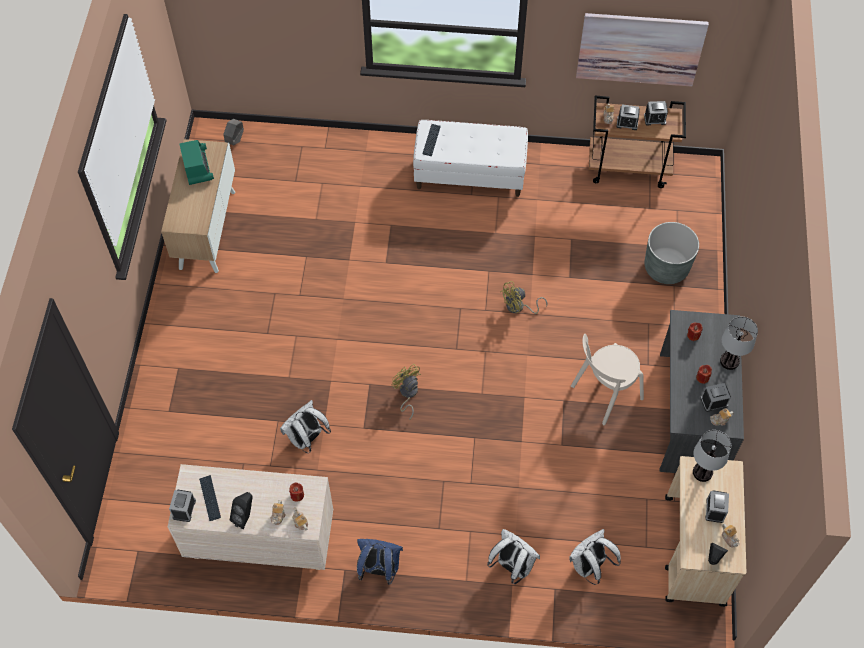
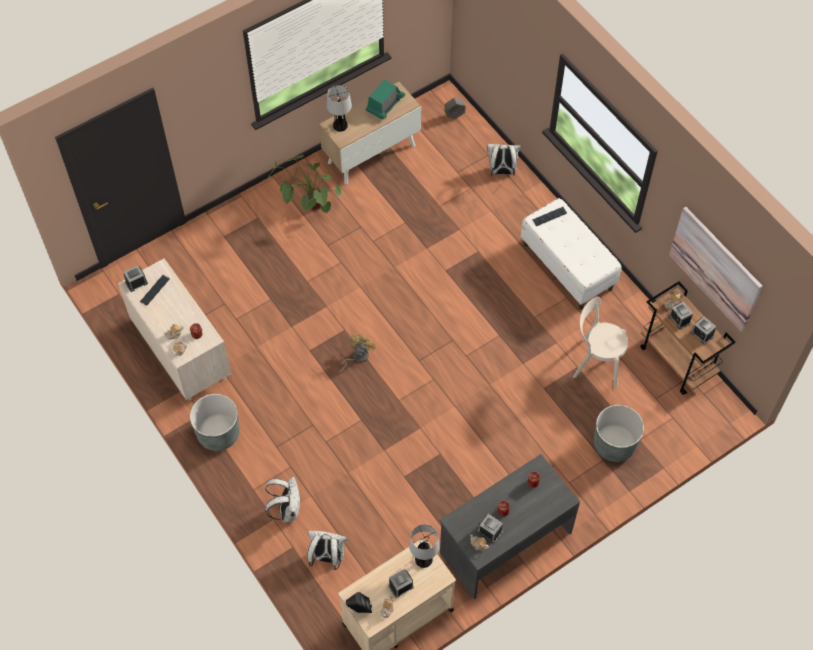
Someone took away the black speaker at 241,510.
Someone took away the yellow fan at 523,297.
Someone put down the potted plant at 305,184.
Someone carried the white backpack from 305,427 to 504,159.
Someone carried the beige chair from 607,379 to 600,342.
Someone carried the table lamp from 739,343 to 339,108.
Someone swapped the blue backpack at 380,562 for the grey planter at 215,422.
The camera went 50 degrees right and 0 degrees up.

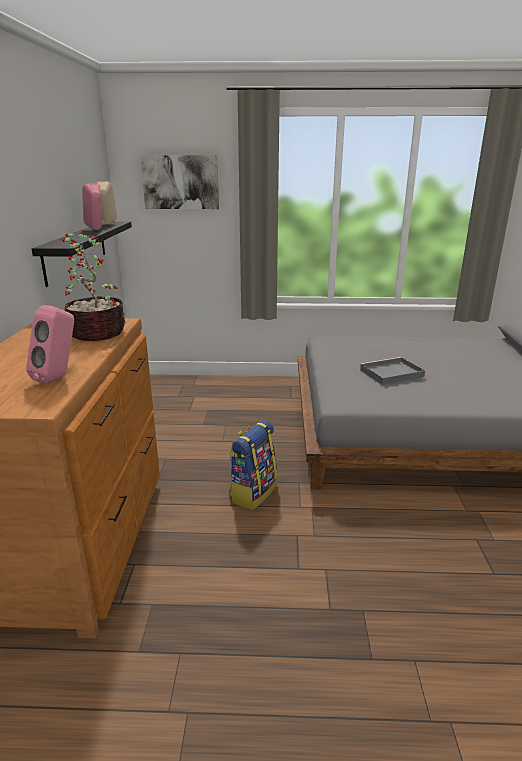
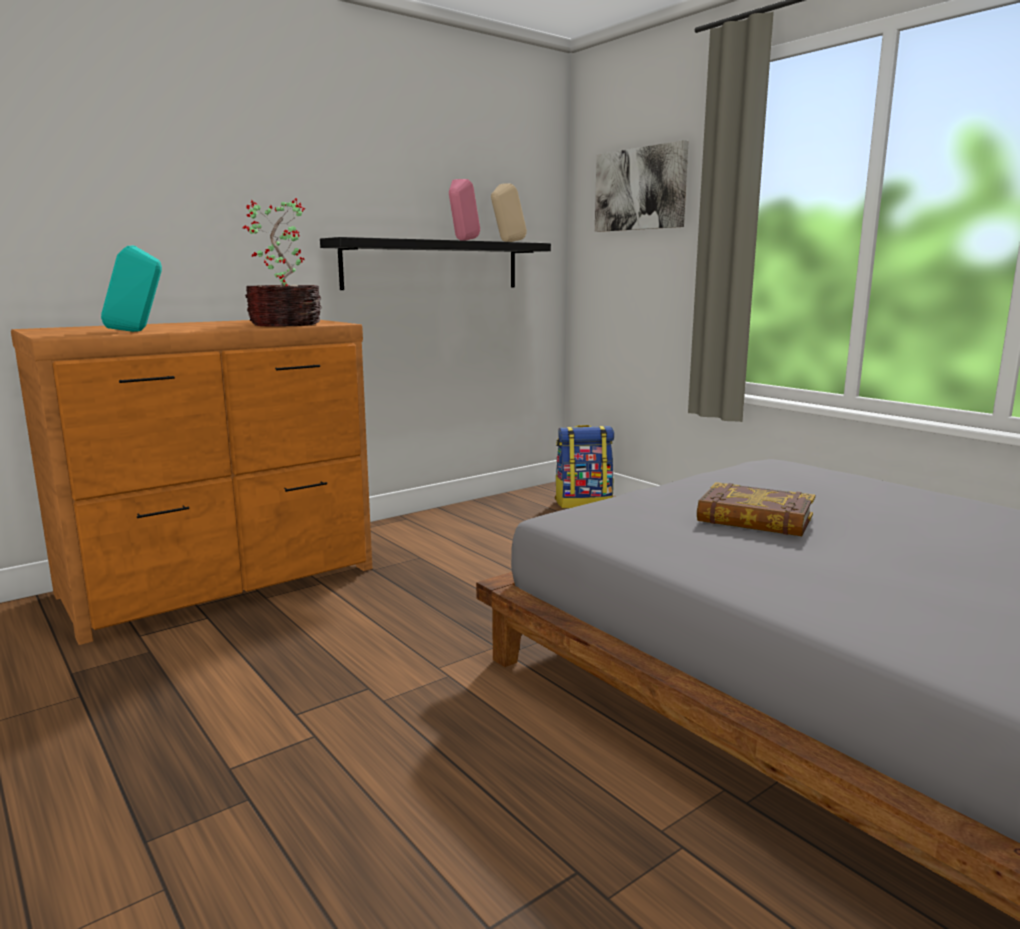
Someone carried the backpack from 253,465 to 584,466.
Someone swapped the grey tray at 392,371 for the book at 756,509.
Someone repainted the pink speaker at 50,344, which became the turquoise speaker at 131,289.
The camera went 50 degrees right and 10 degrees down.

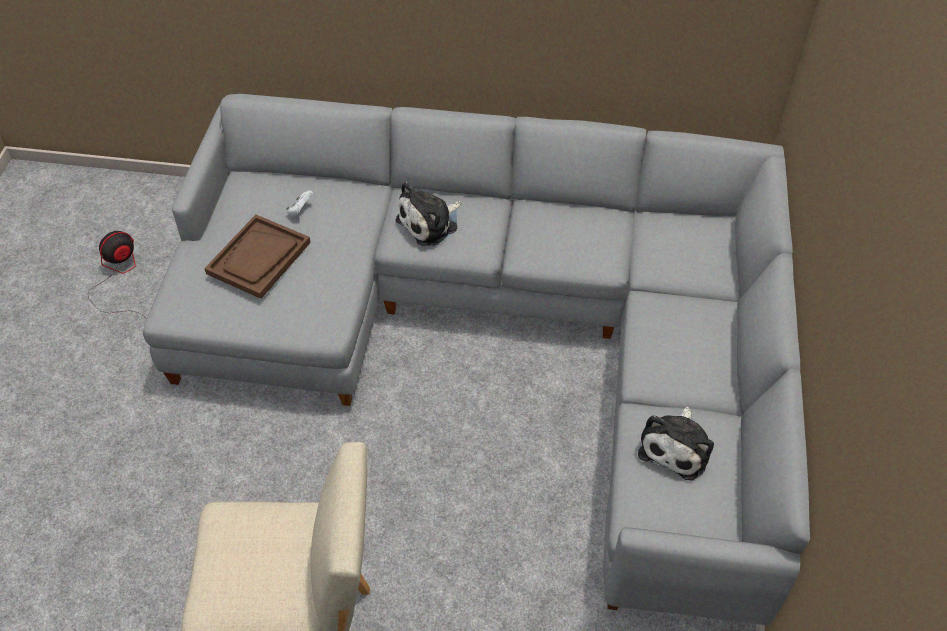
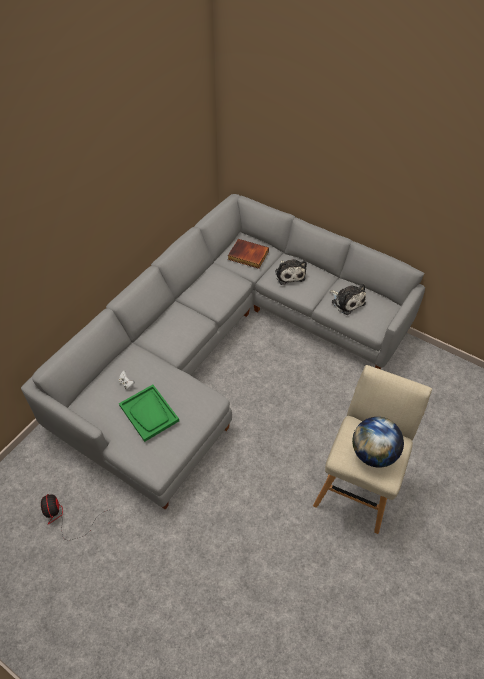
Someone put down the book at 248,254.
Someone put down the globe at 378,442.
Someone carried the plush toy from 428,214 to 291,272.
Someone repainted the brown tray at 257,256, which became the green tray at 149,413.
The camera went 65 degrees left and 0 degrees up.

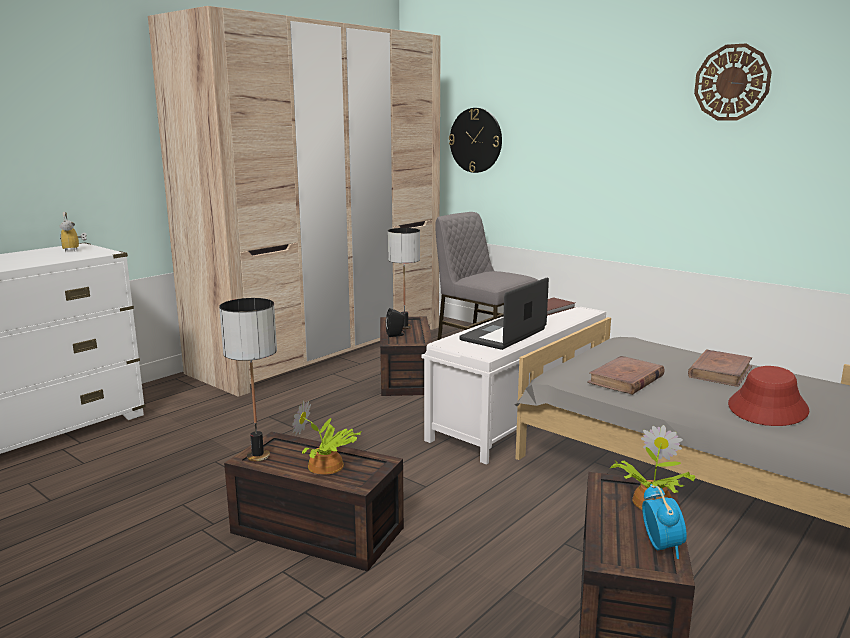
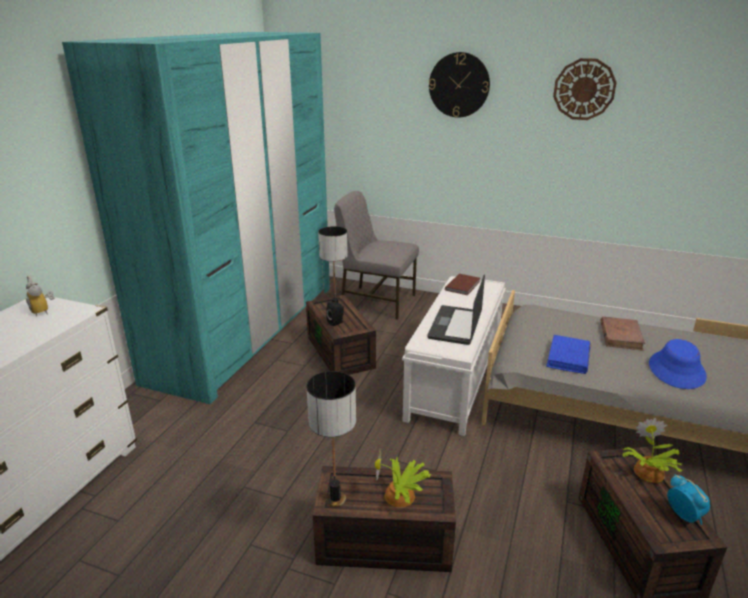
Someone carried the wall clock from 475,140 to 459,84.
Someone repainted the beige wardrobe at 294,201, which became the turquoise wardrobe at 196,218.
Someone repainted the brown book at 626,375, which became the blue book at 568,354.
Someone repainted the red hat at 768,396, which became the blue hat at 678,364.
The camera went 20 degrees left and 10 degrees up.

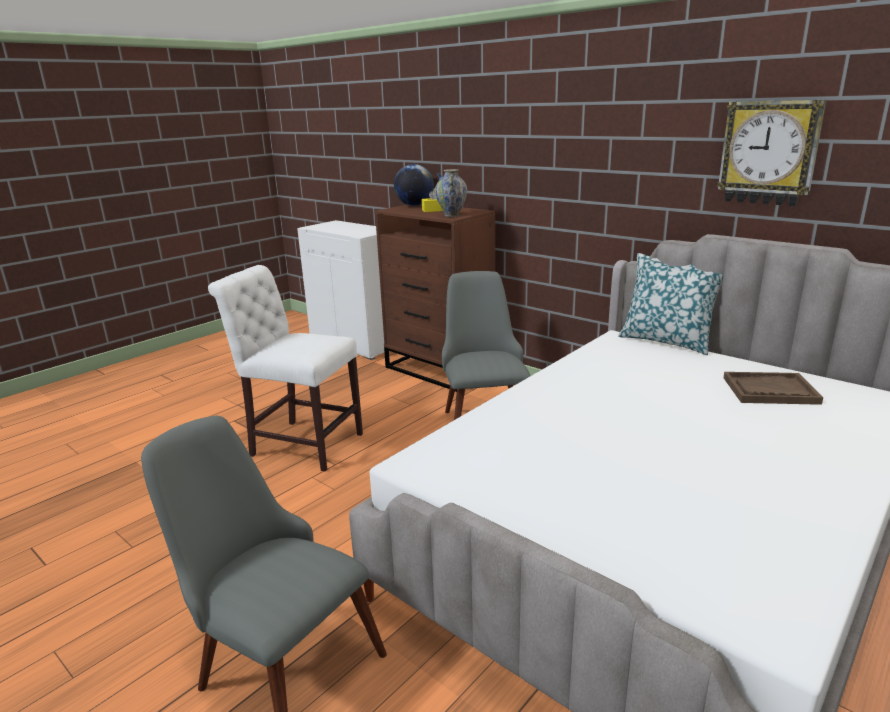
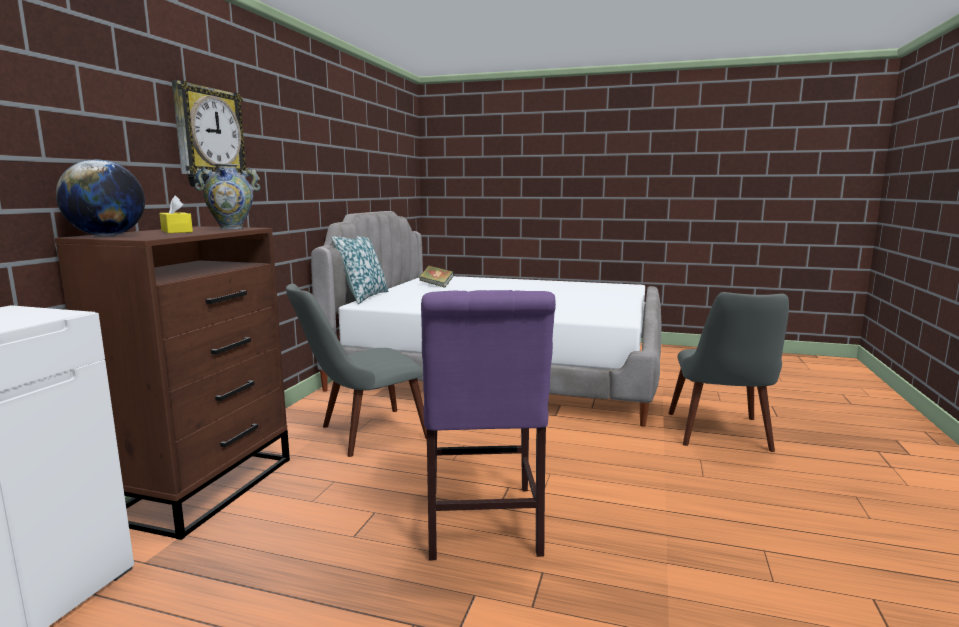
Someone carried the wall clock from 772,153 to 209,133.
Someone swapped the brown tray at 773,388 for the book at 436,276.
Someone repainted the white chair at 285,368, which became the purple chair at 488,425.
The camera went 115 degrees left and 10 degrees down.

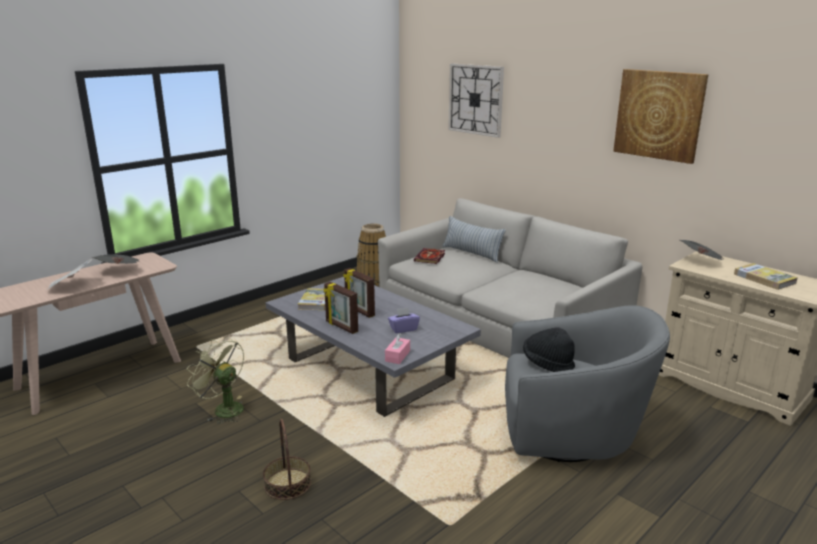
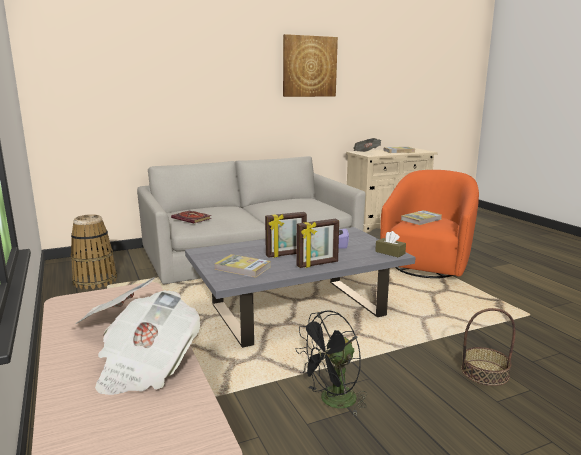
Someone took away the pillow at 474,239.
Someone took away the wall clock at 476,101.
Someone swapped the black hat at 549,349 for the book at 421,217.
Someone repainted the green fan at 215,380, which became the black fan at 331,363.
Someone repainted the pink tissue box at 397,348, which became the brown tissue box at 390,244.
Someone repainted the grey armchair at 587,383, which became the orange armchair at 429,224.
The camera went 70 degrees left and 5 degrees down.

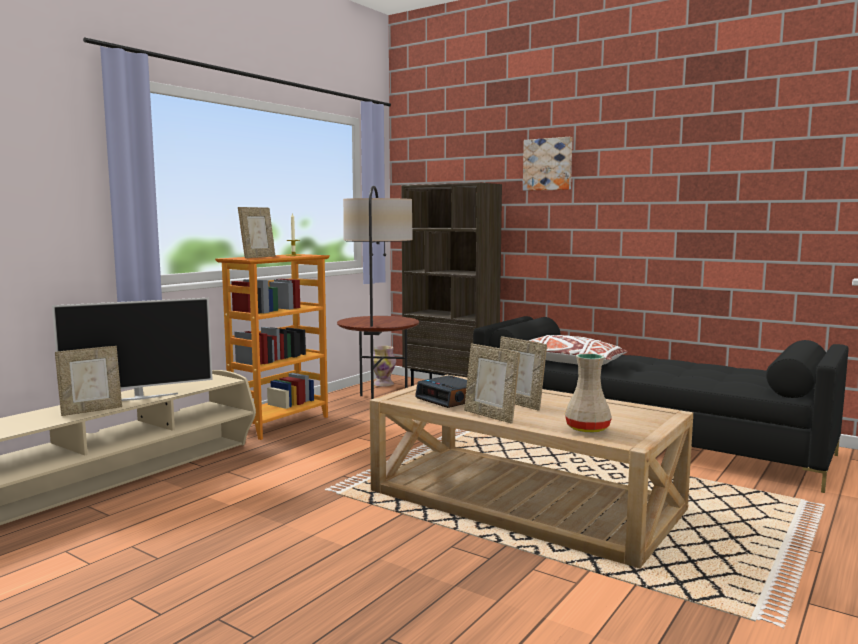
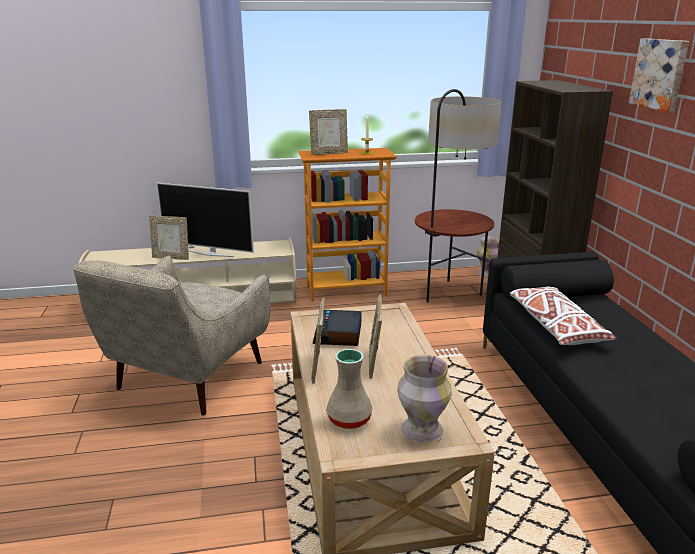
Someone put down the beige armchair at 172,335.
Someone put down the vase at 424,399.
The camera went 45 degrees right and 15 degrees up.

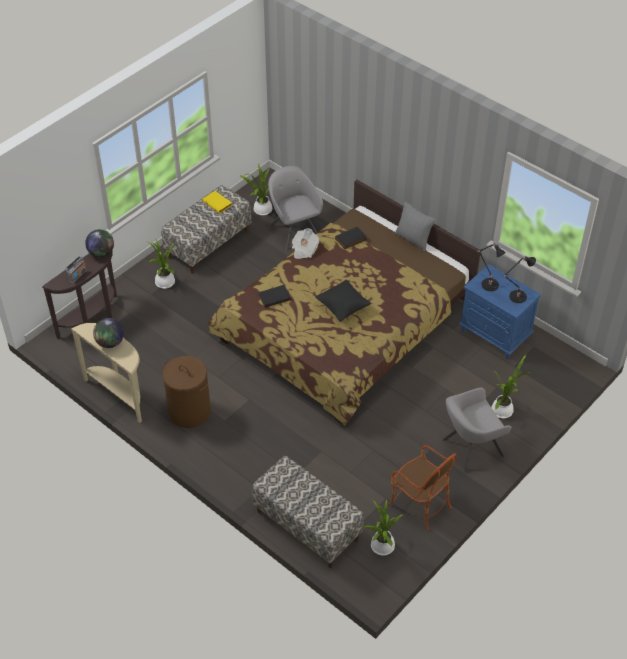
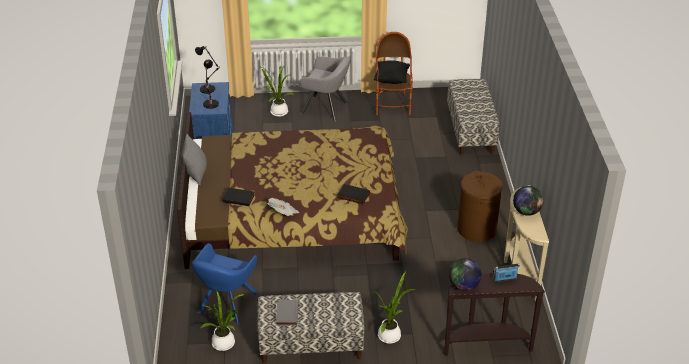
Someone took away the potted plant at 383,527.
Someone carried the black pillow from 343,301 to 392,72.
Someone repainted the yellow book at 217,202, which became the grey book at 287,313.
Someone repainted the grey armchair at 295,208, which became the blue armchair at 224,284.
The camera went 135 degrees left and 10 degrees down.

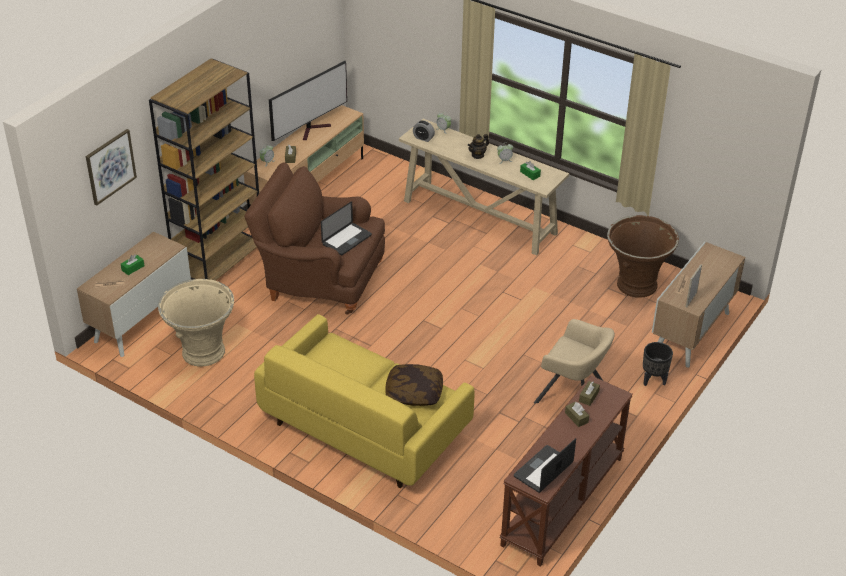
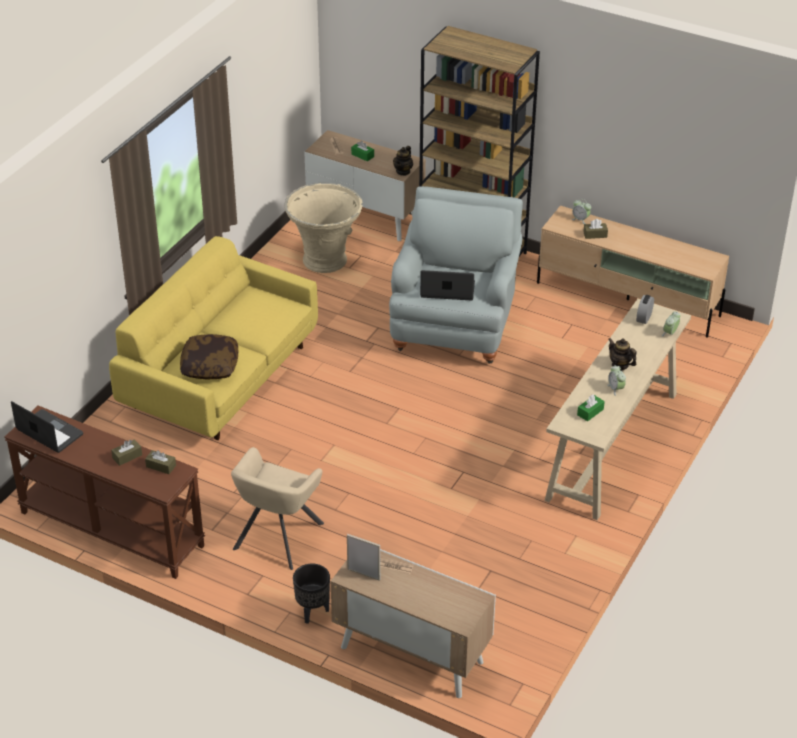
Someone took away the picture at 111,167.
Someone took away the television at 308,100.
Someone took away the brown planter at 643,256.
Someone put down the teapot at 403,161.
Someone repainted the brown armchair at 314,238, which became the grey armchair at 456,275.
Someone rotated the laptop at 346,228 by 150 degrees clockwise.
The camera went 85 degrees right and 0 degrees up.

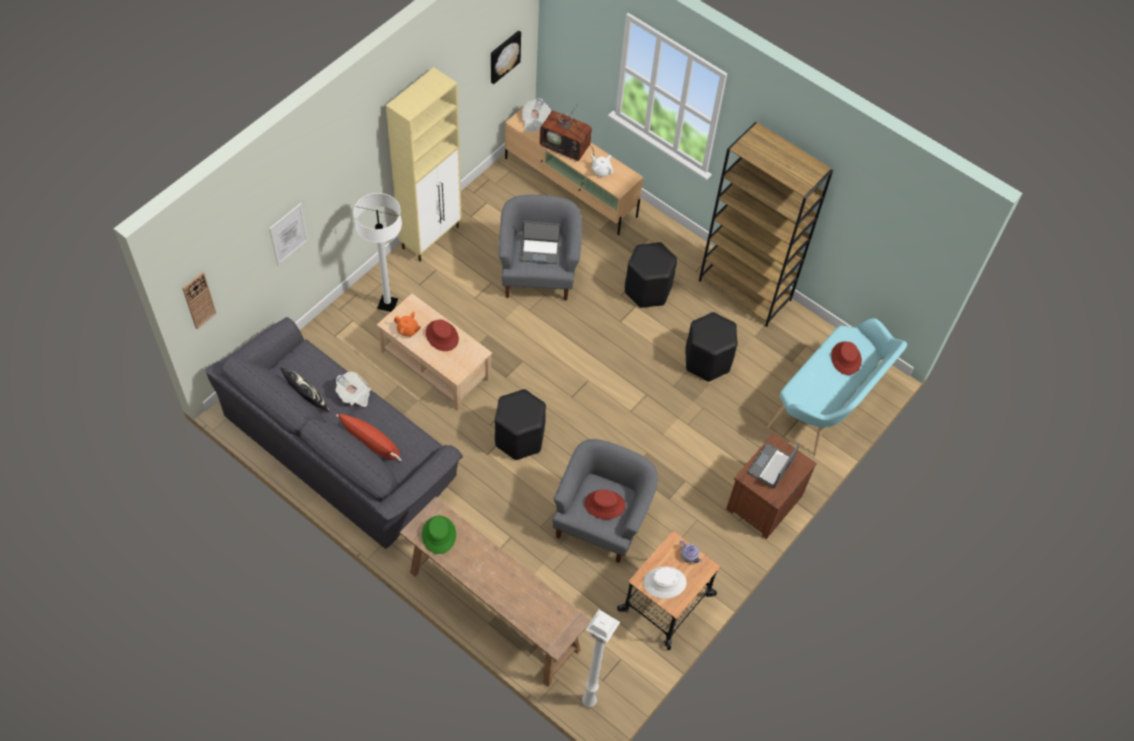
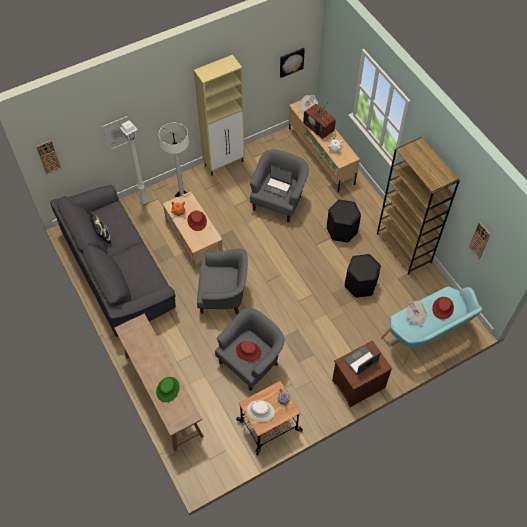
Someone took away the red pillow at 369,437.
Someone put up the wall clock at 480,240.
Someone carried the newspaper from 353,389 to 417,313.
Someone carried the green hat from 439,535 to 168,389.
Someone carried the white floor lamp from 601,658 to 134,162.
Someone swapped the black stool at 520,424 for the grey armchair at 222,281.
The camera went 25 degrees right and 0 degrees up.

